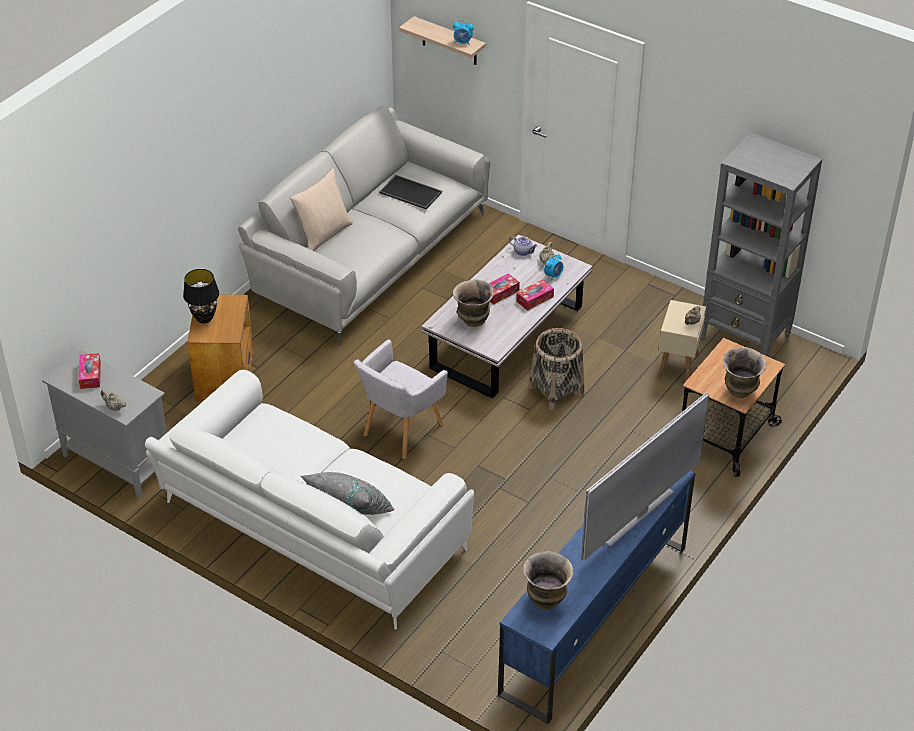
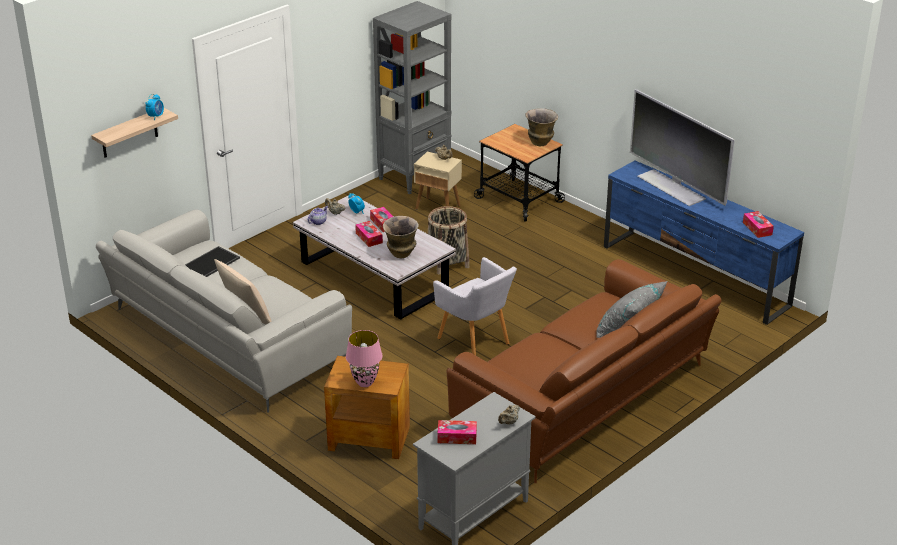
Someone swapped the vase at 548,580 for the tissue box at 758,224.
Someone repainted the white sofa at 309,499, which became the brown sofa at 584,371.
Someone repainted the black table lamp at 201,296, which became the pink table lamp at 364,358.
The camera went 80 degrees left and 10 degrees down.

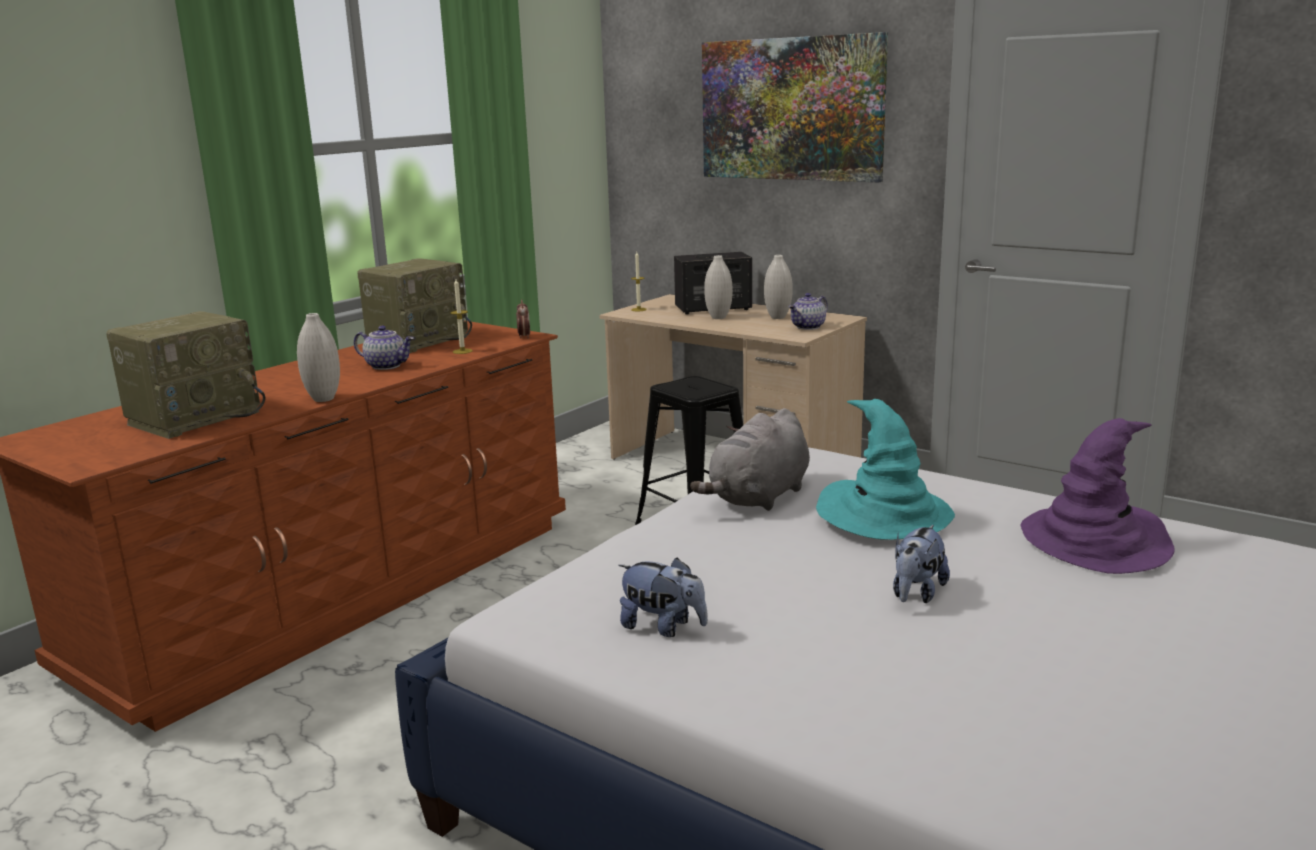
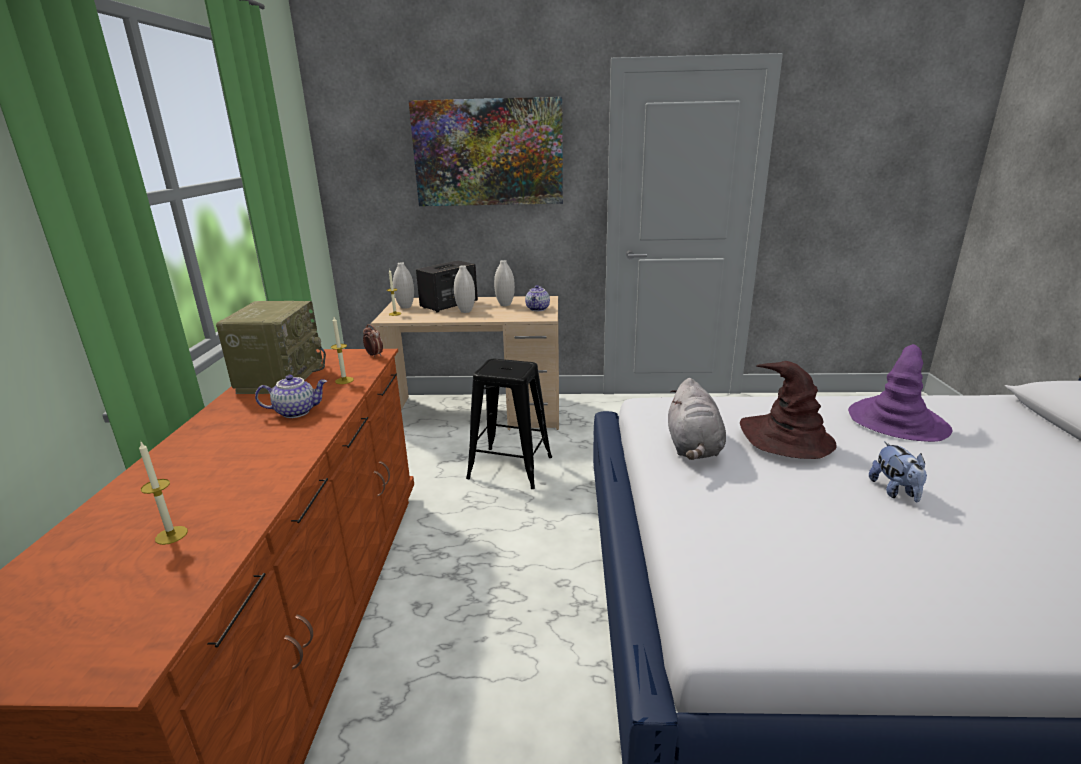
Someone took away the plush toy at 663,597.
Someone carried the white vase from 318,357 to 403,285.
Someone swapped the radio at 185,375 for the candle at 163,493.
Someone repainted the turquoise hat at 885,469, which became the brown hat at 788,410.
The camera went 35 degrees left and 5 degrees up.

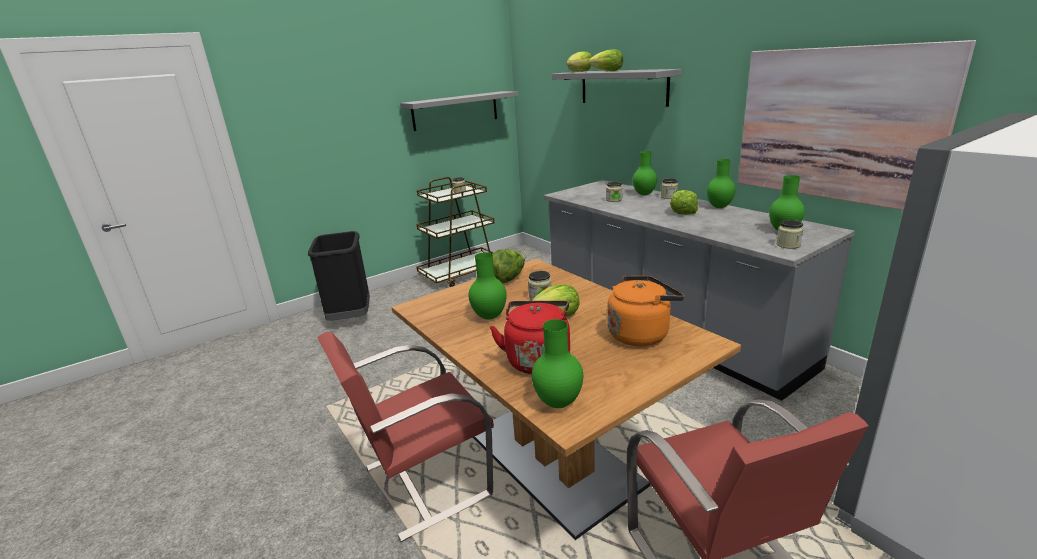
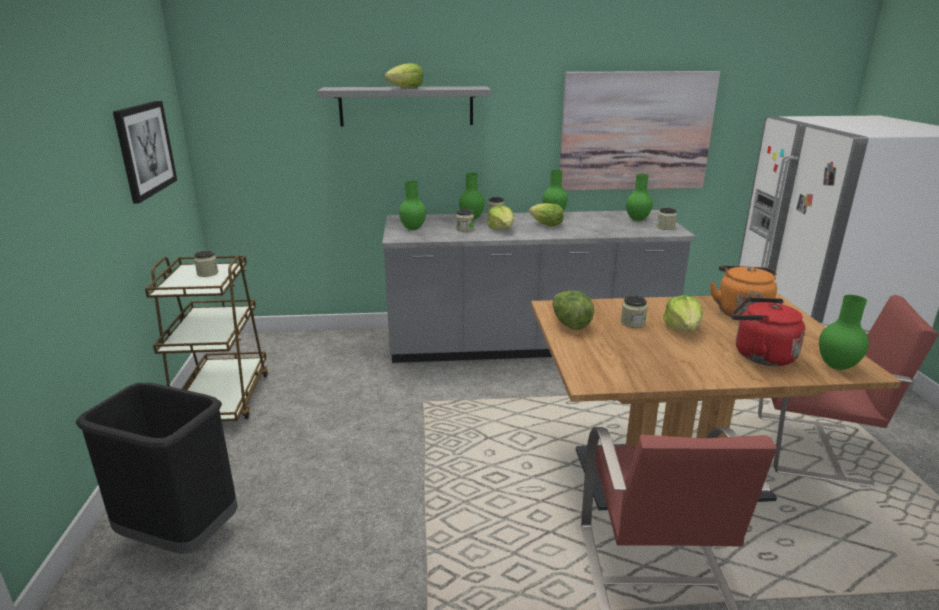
Someone carried the green vase from 487,286 to 412,205.
Someone carried the lettuce from 579,61 to 500,217.
Someone swapped the grey shelf at 459,111 for the picture at 145,152.
The camera went 60 degrees left and 0 degrees up.

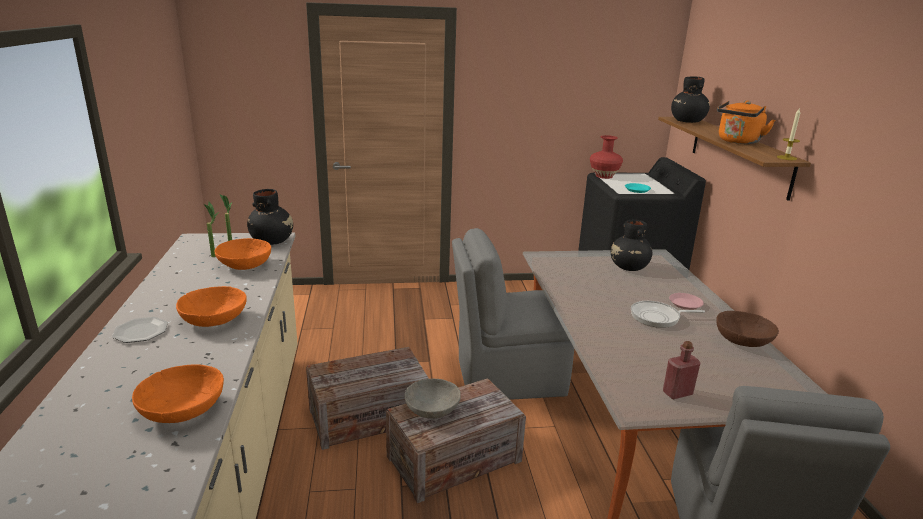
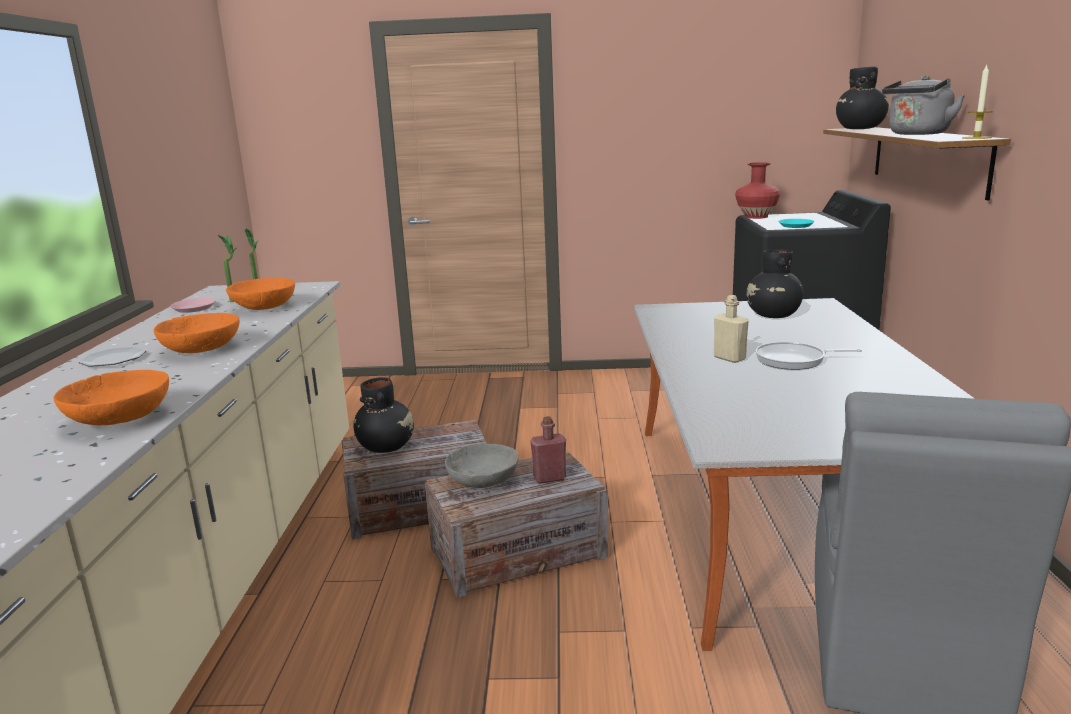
Someone took away the grey chair at 513,314.
Someone took away the brown bowl at 747,329.
Someone put down the beige bottle at 731,329.
Someone carried the black vase from 270,217 to 384,415.
Someone carried the red bottle from 681,370 to 548,450.
Someone carried the pink plate from 686,301 to 193,305.
Someone repainted the orange kettle at 746,122, which became the grey kettle at 923,105.
The camera went 10 degrees right and 5 degrees down.

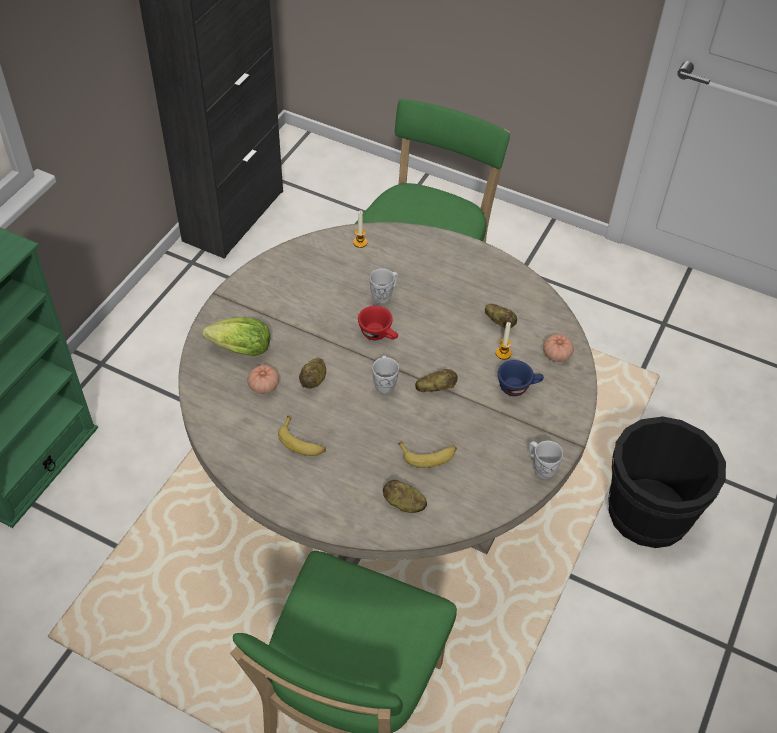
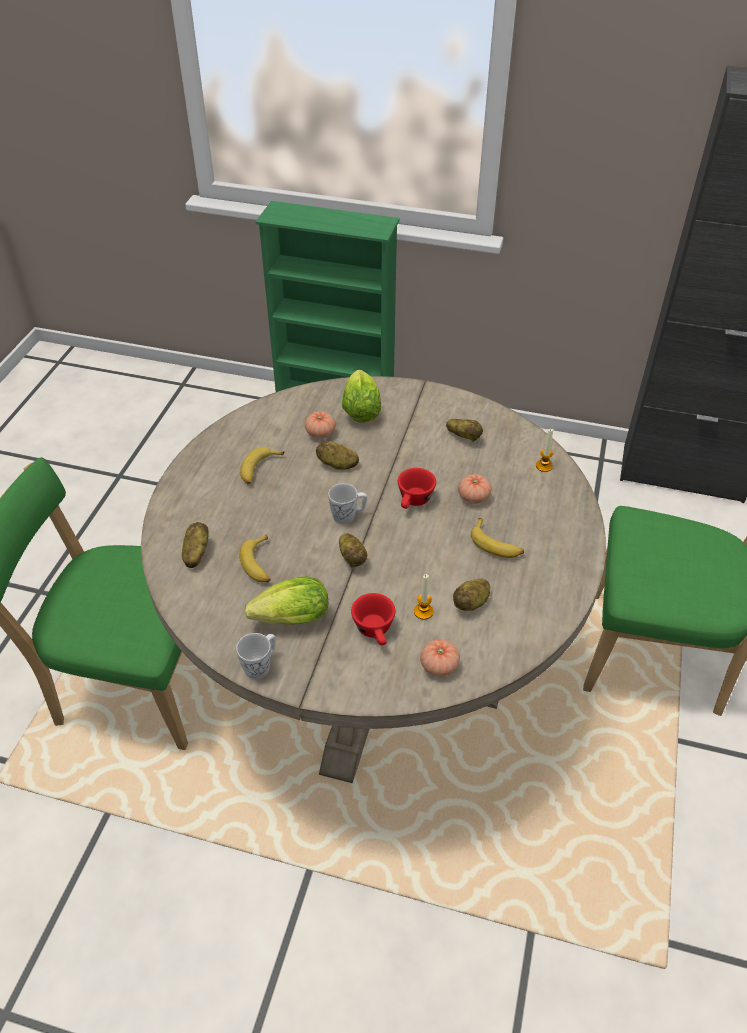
Someone took away the black bucket at 667,482.
Someone put down the lettuce at 286,600.
Someone put down the potato at 464,430.
Someone put down the banana at 497,538.
Someone swapped the white mug at 384,286 for the tomato at 475,489.
Someone repainted the blue cup at 521,378, which became the red cup at 373,619.
The camera went 80 degrees right and 5 degrees down.

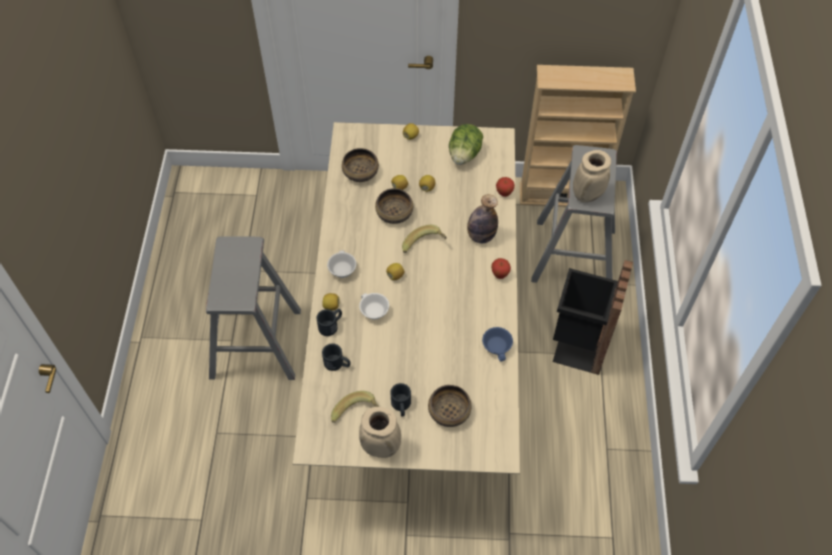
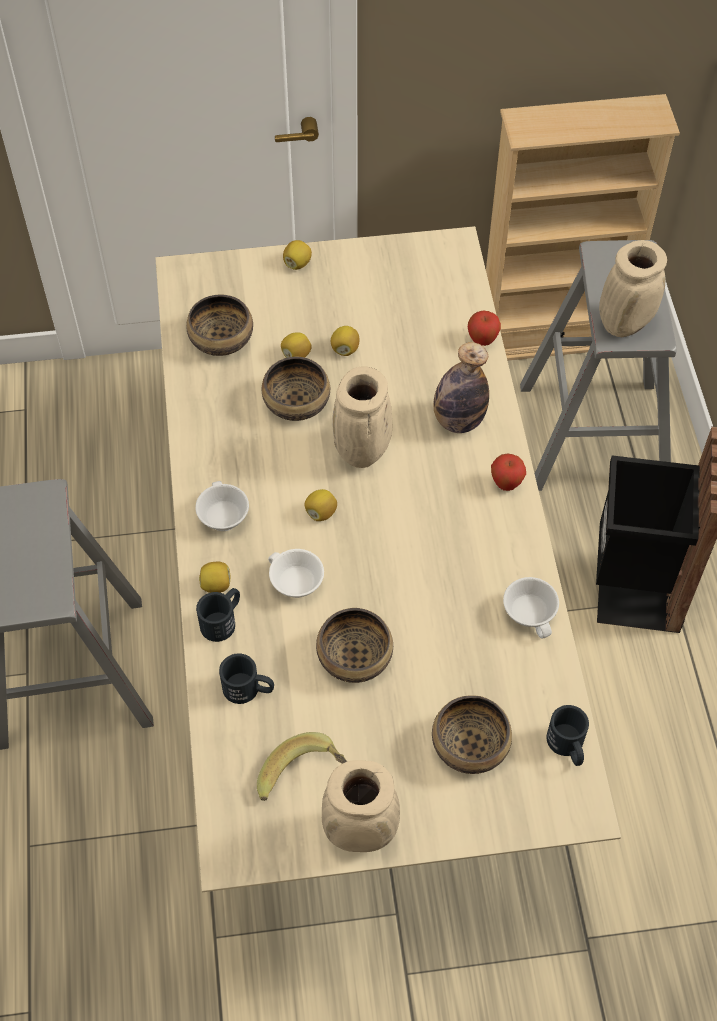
Someone took away the lettuce at 466,144.
Someone put down the bowl at 354,645.
Someone carried the black mug from 400,400 to 567,735.
Someone swapped the banana at 424,239 for the beige vase at 362,417.
Someone repainted the blue cup at 497,344, which became the white cup at 531,608.
The camera went 10 degrees left and 0 degrees up.

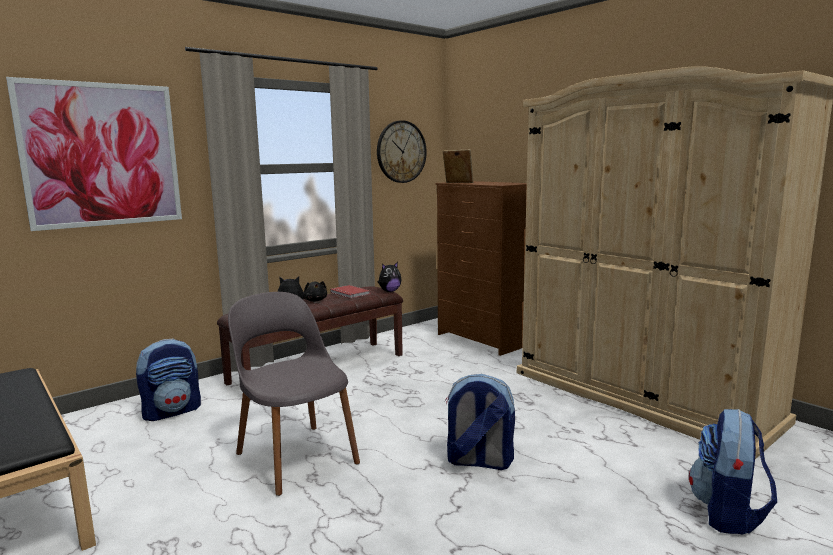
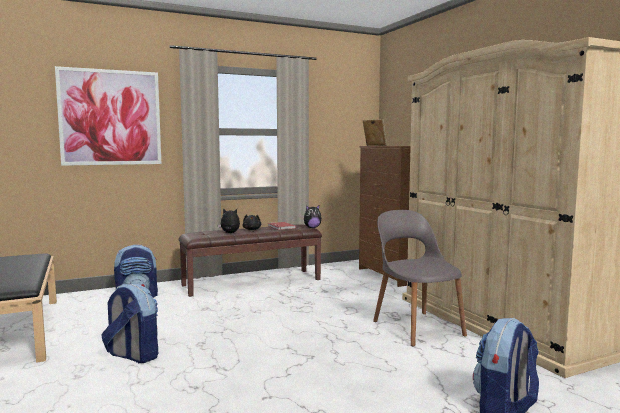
Someone took away the wall clock at 402,151.
Someone carried the grey chair from 294,394 to 420,278.
Someone carried the backpack from 480,422 to 130,323.
The camera went 15 degrees right and 5 degrees down.

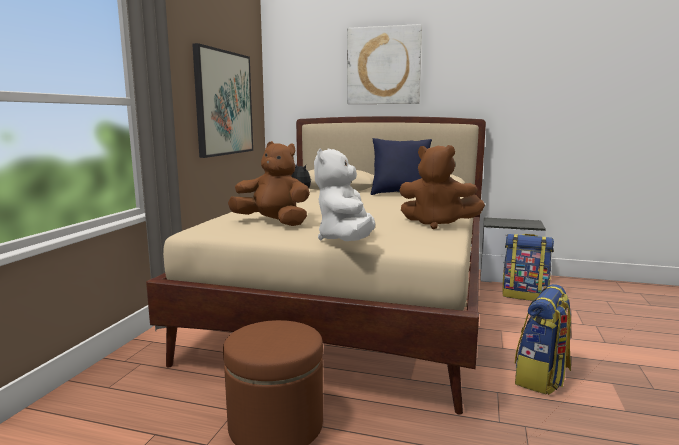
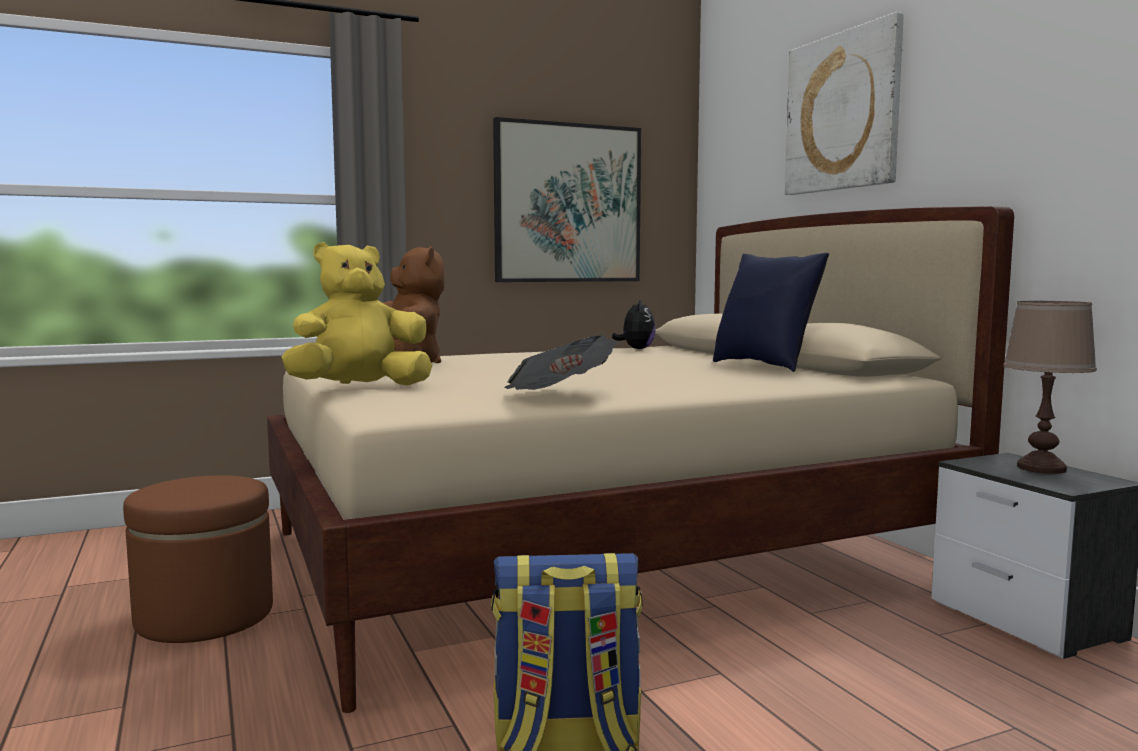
Someone took away the backpack at 528,267.
Someone put down the brown table lamp at 1050,387.
Someone swapped the brown plush toy at 442,187 for the newspaper at 560,362.
Someone repainted the white plush toy at 345,194, which became the yellow plush toy at 356,314.
The camera went 50 degrees right and 5 degrees down.

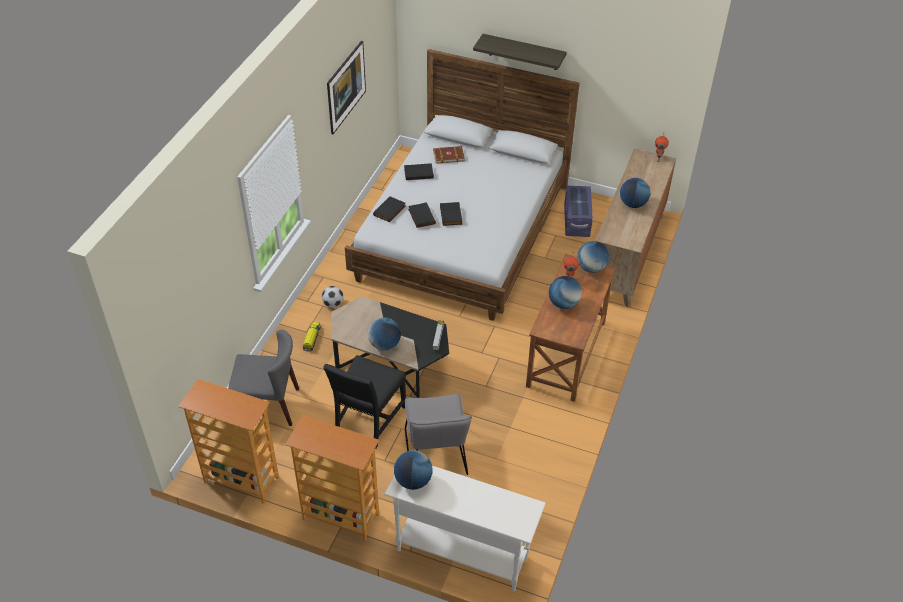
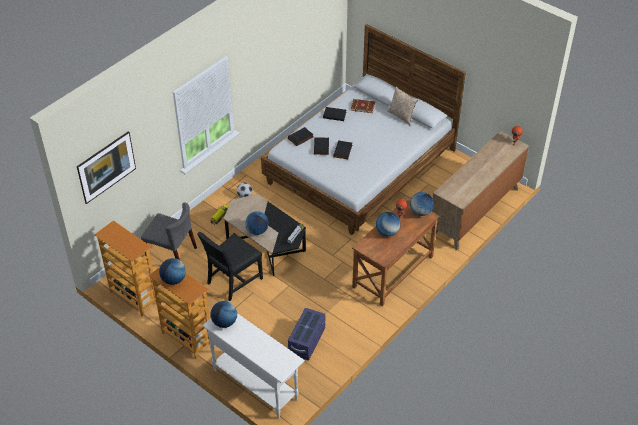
Someone took away the grey chair at 438,434.
Someone took away the shelf at 520,52.
Someone put down the pillow at 403,105.
Someone carried the picture from 346,87 to 106,167.
Someone carried the purple storage box from 578,211 to 306,334.
Someone carried the globe from 635,193 to 172,271.
The camera went 20 degrees right and 0 degrees up.

